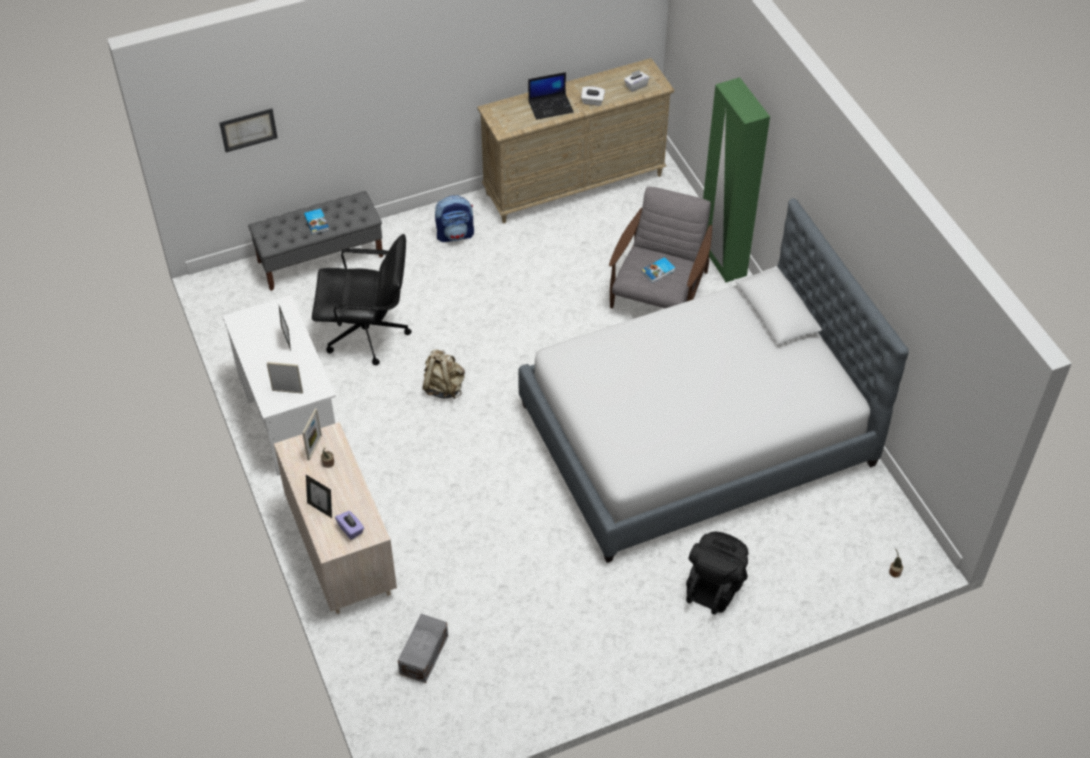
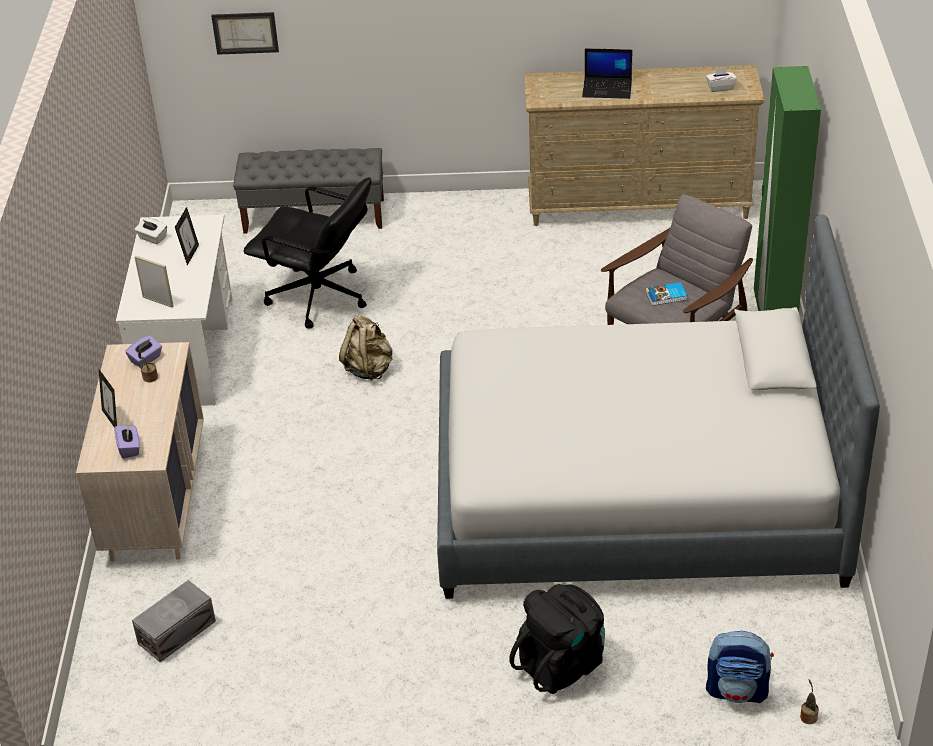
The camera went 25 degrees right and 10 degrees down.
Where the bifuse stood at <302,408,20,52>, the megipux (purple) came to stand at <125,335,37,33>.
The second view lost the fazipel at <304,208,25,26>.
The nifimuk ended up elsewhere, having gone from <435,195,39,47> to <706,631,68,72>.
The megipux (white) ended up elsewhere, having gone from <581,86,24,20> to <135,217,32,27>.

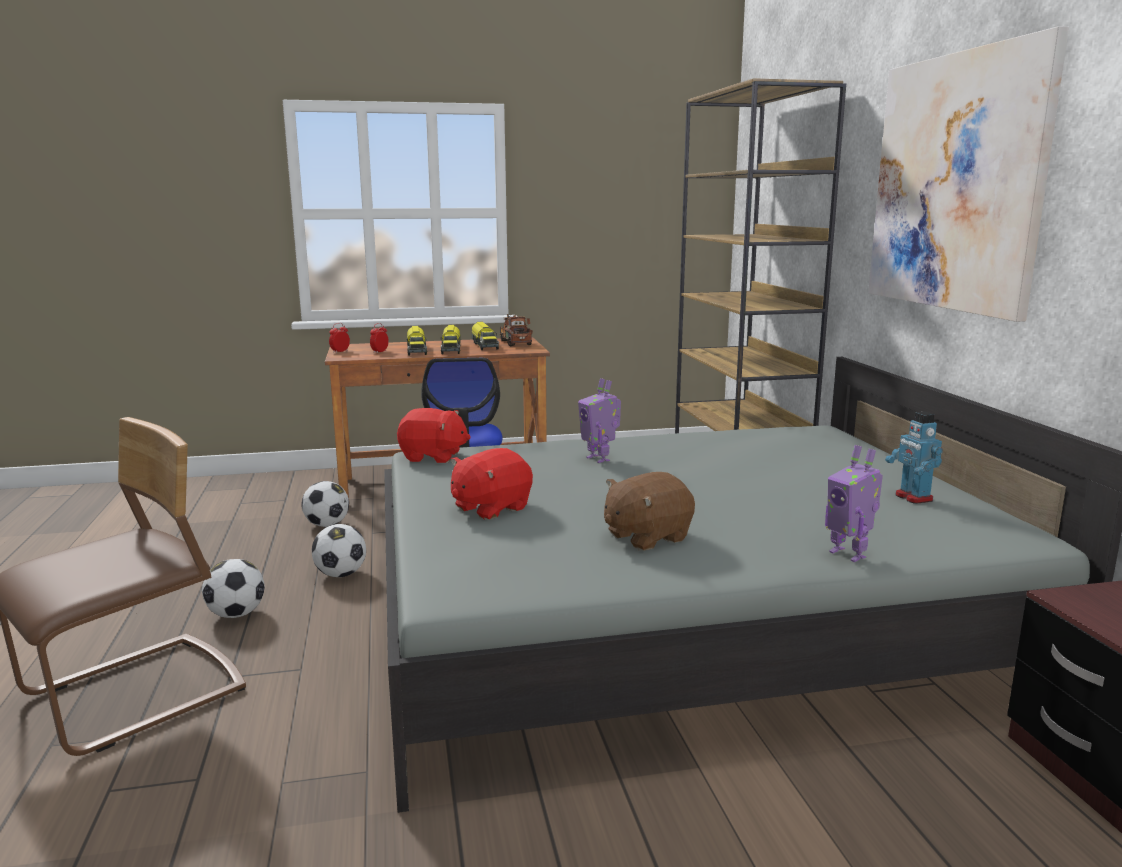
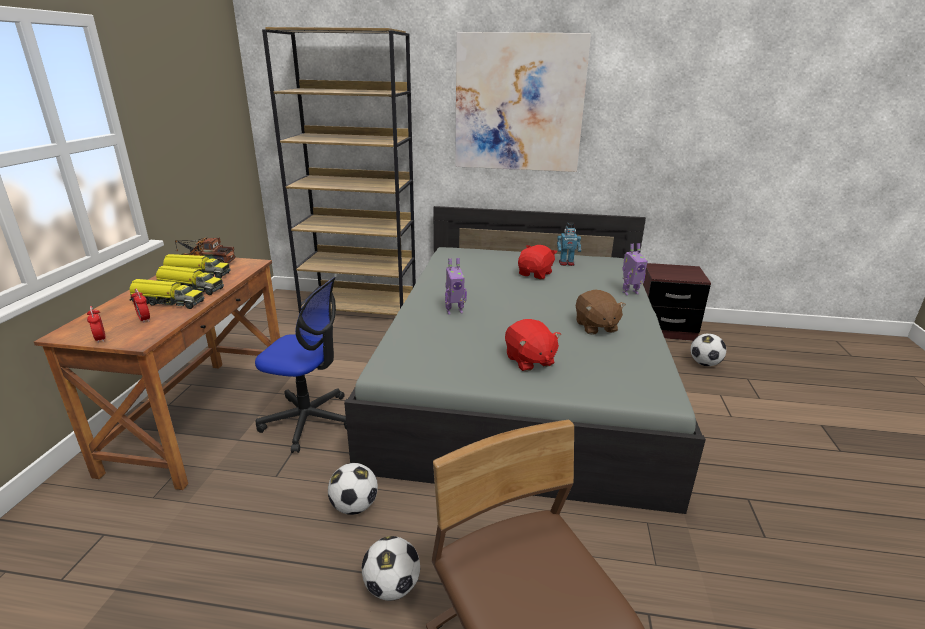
The camera went 70 degrees left and 10 degrees up.
The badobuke ended up elsewhere, having gone from <302,481,47,46> to <691,333,35,33>.
The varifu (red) ended up elsewhere, having gone from <397,408,74,55> to <518,245,39,34>.

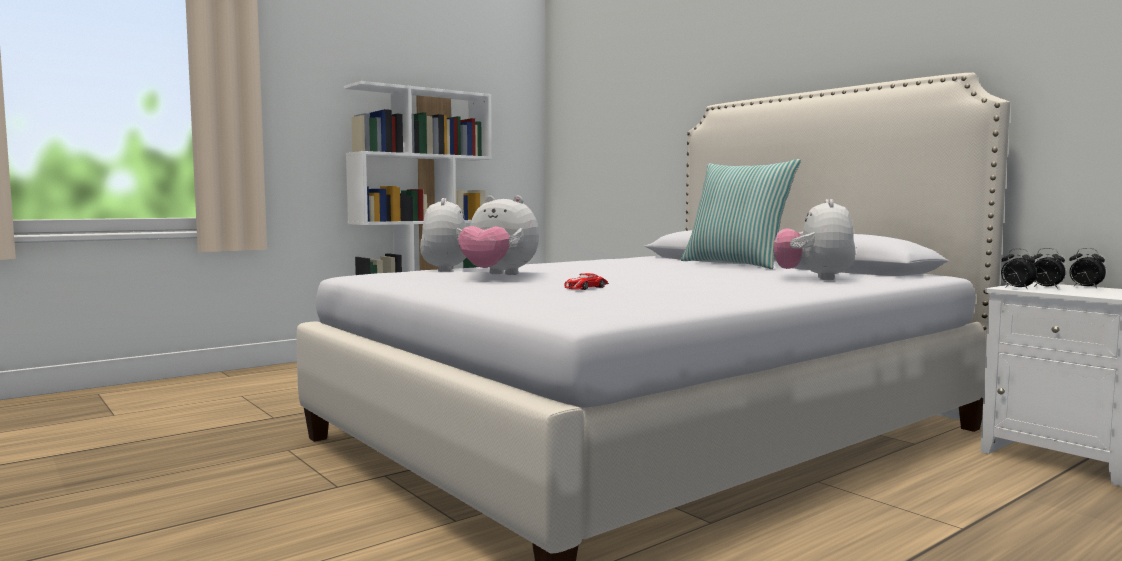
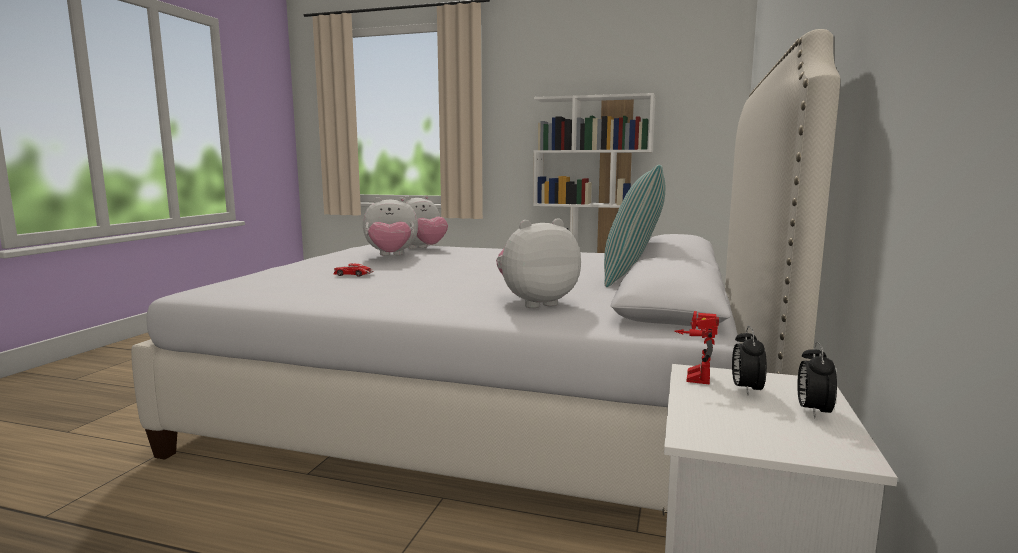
The camera went 55 degrees right and 5 degrees up.
The varifu at <458,196,81,79> ended up facing another way, 90 degrees counterclockwise from before.
Where the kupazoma stood at <1001,249,36,41>, the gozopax came to stand at <675,311,44,74>.

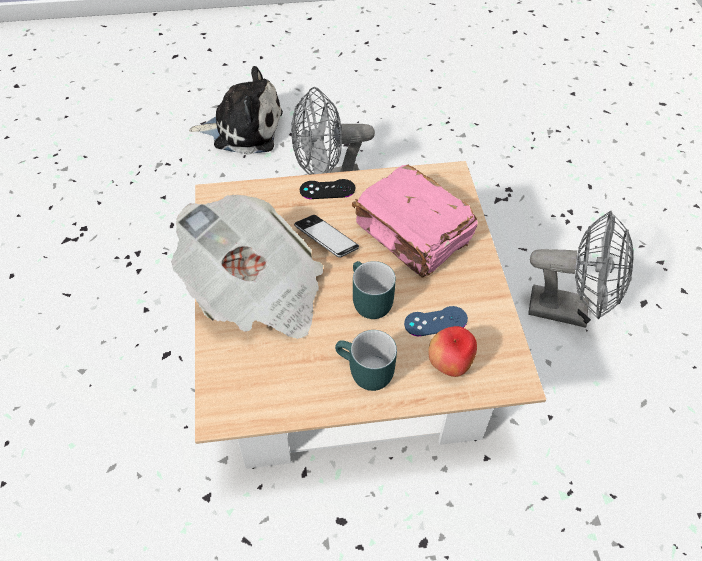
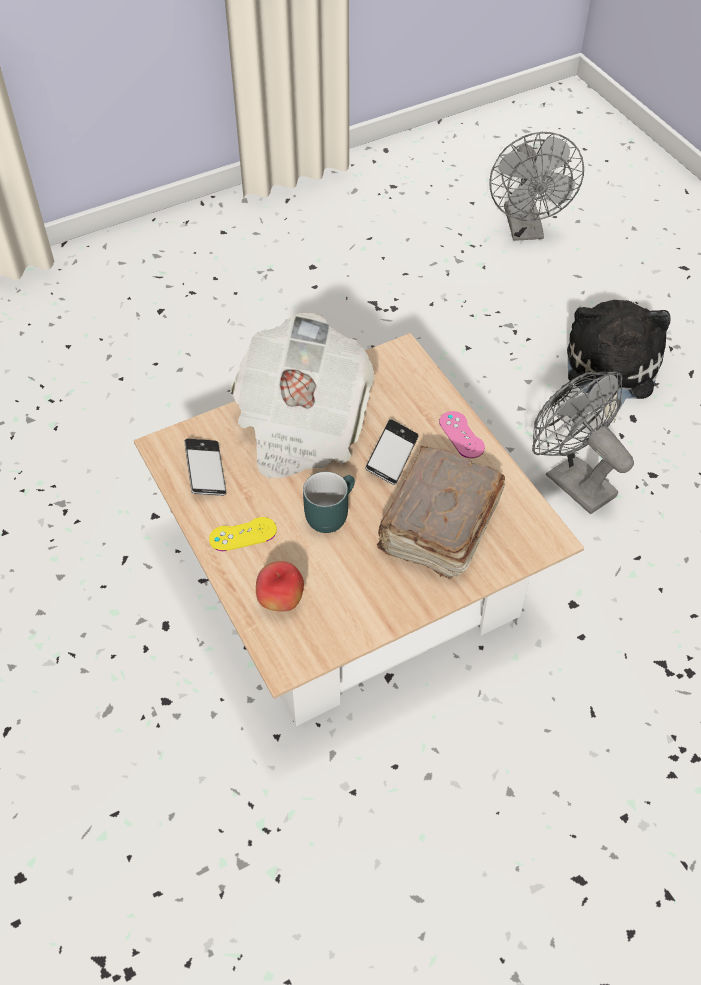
The camera went 70 degrees right and 0 degrees up.
The varifu at <189,66,94,89> ended up facing another way, 150 degrees counterclockwise from before.
What was the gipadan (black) at <300,179,55,20> turned into the gipadan (pink) at <439,411,46,47>.
Where the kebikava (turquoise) stood at <335,330,62,61>, the gipadan (yellow) came to stand at <209,517,68,34>.
What was the fazipel (pink) at <352,165,126,113> turned into the fazipel (brown) at <377,445,128,134>.
The second view lost the gipadan (blue) at <404,306,64,30>.
The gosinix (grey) ended up elsewhere, having gone from <528,211,106,117> to <489,132,95,109>.
The second view gained the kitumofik at <184,438,43,58>.

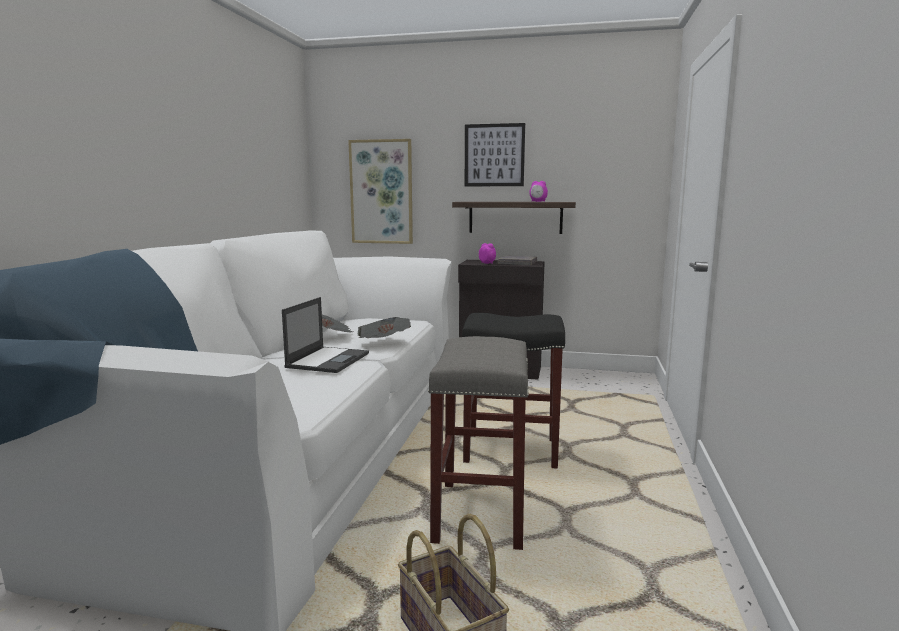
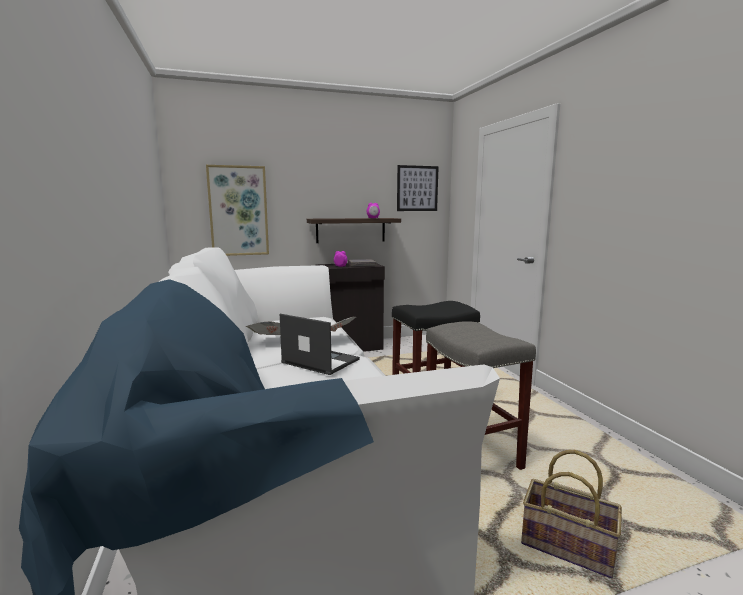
The camera went 30 degrees left and 0 degrees up.
The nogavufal at <282,297,87,76> ended up facing another way, 45 degrees counterclockwise from before.
The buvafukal ended up elsewhere, having gone from <465,123,60,63> to <397,165,42,46>.

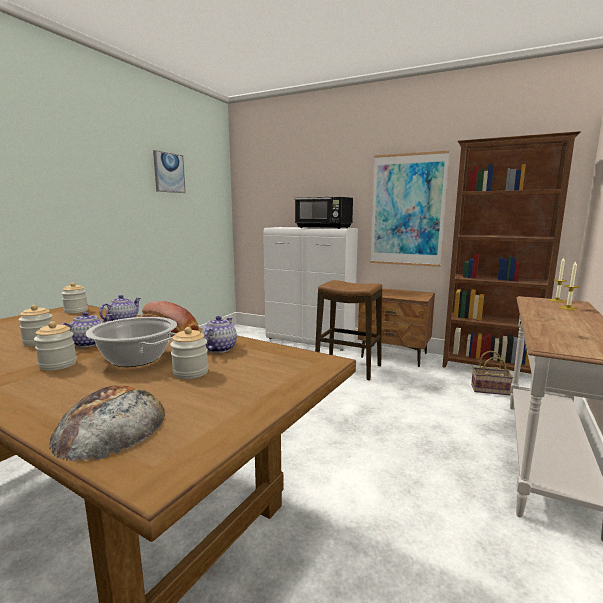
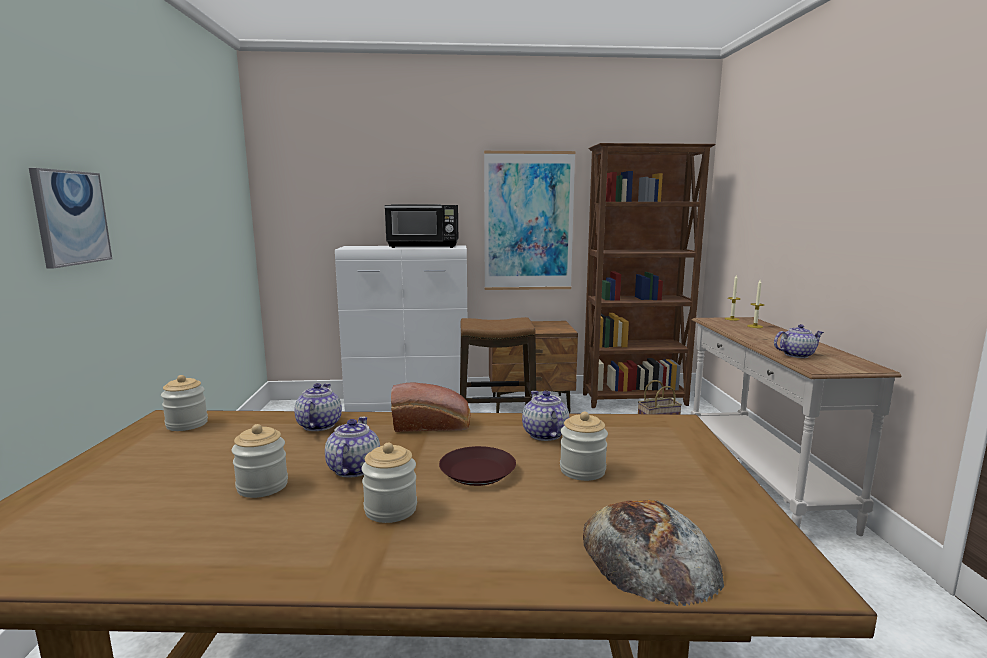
The camera went 30 degrees left and 0 degrees up.
Where the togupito stood at <86,317,91,50>, the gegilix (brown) came to stand at <439,446,77,40>.
The buvafukal ended up elsewhere, having gone from <153,150,33,43> to <29,168,83,101>.
The second view gained the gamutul at <774,324,50,34>.

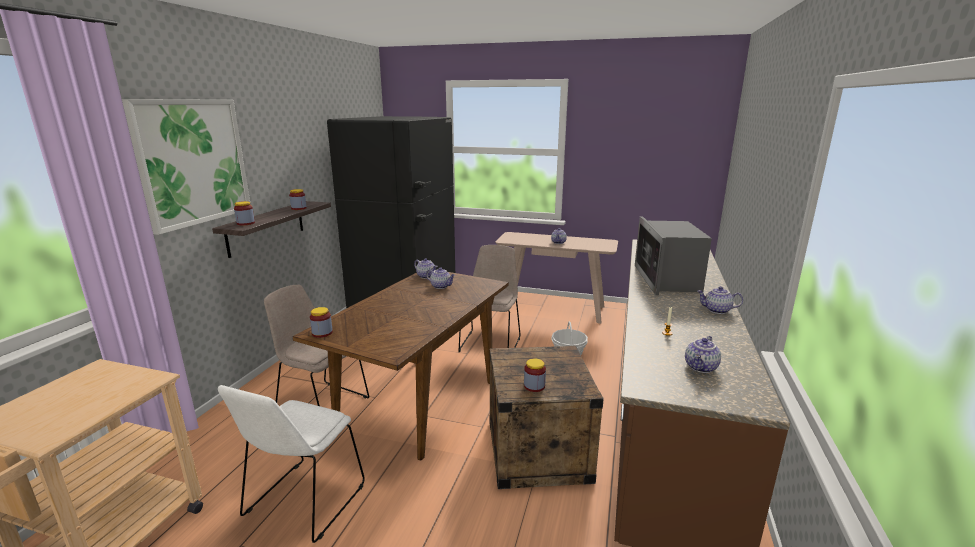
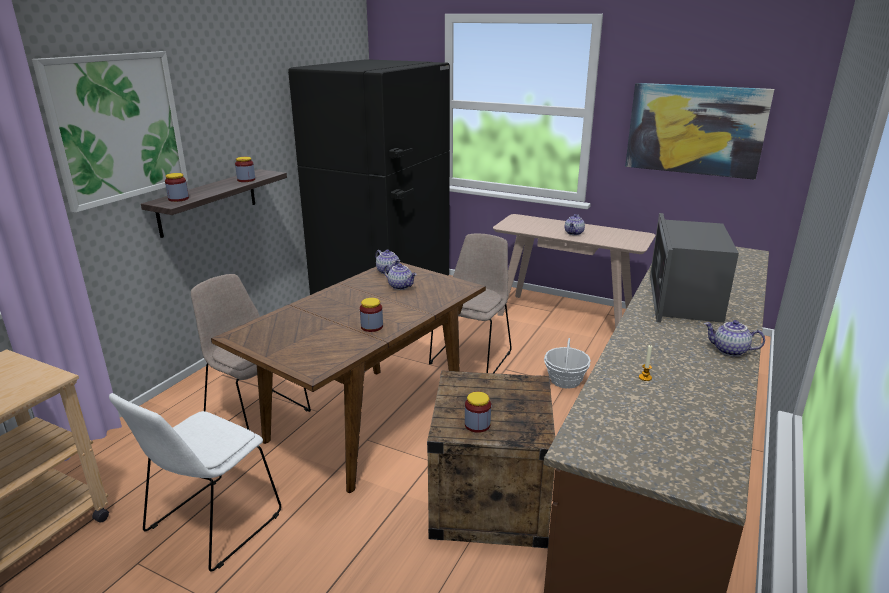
The camera went 10 degrees right and 5 degrees up.
The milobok ended up elsewhere, having gone from <310,307,23,31> to <360,298,23,34>.
The second view lost the gamutul at <685,336,36,37>.
The second view gained the buvafukal at <625,83,149,97>.

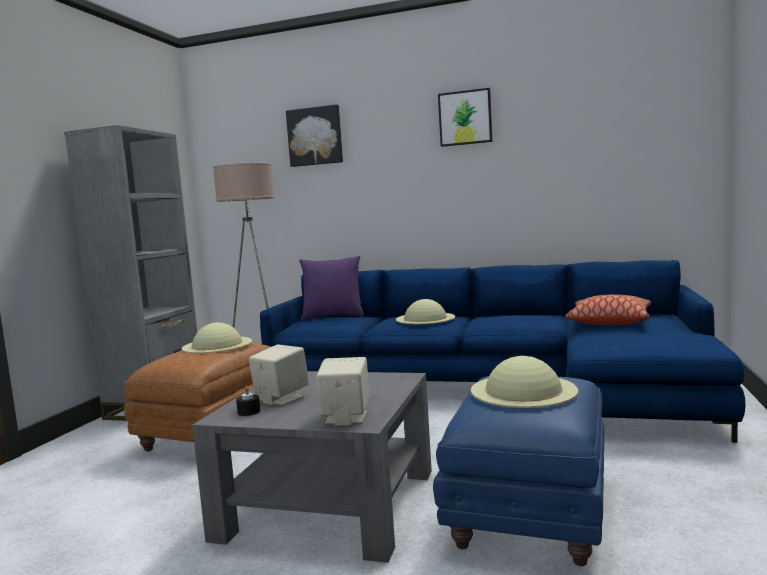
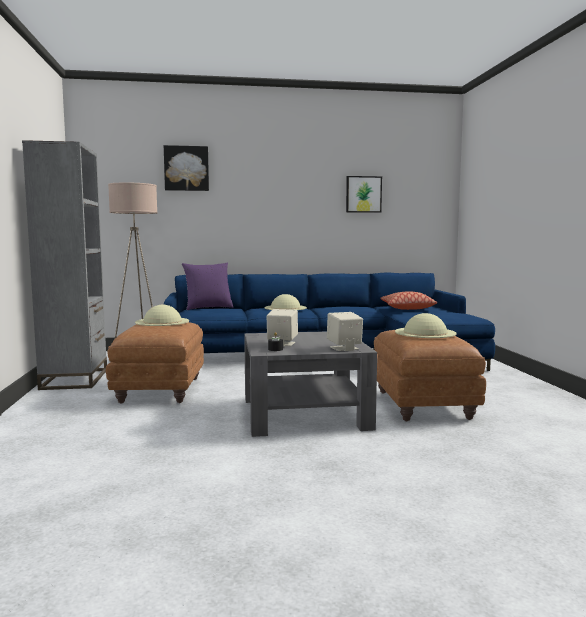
The camera went 25 degrees left and 0 degrees up.
What was the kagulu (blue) at <433,376,171,190> turned into the kagulu (brown) at <374,330,112,91>.
The buvafukal ended up elsewhere, having gone from <438,88,54,59> to <346,176,36,37>.

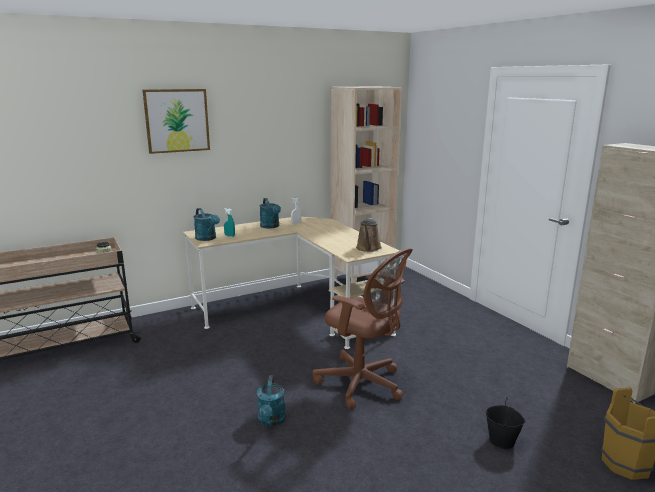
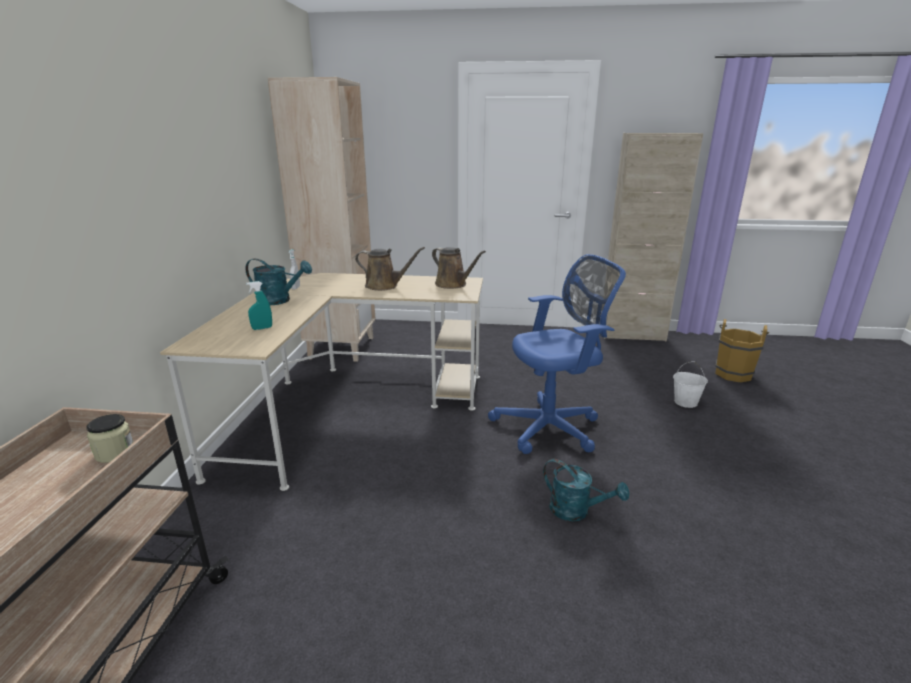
The camera went 55 degrees left and 5 degrees up.
The second view lost the buvafukal at <142,89,68,65>.
The second view lost the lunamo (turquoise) at <194,208,26,33>.
What was the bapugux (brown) at <312,248,101,161> turned into the bapugux (blue) at <488,254,138,200>.
What was the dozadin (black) at <486,397,39,52> turned into the dozadin (white) at <673,361,35,47>.
The second view gained the lunamo (brown) at <355,247,70,44>.

